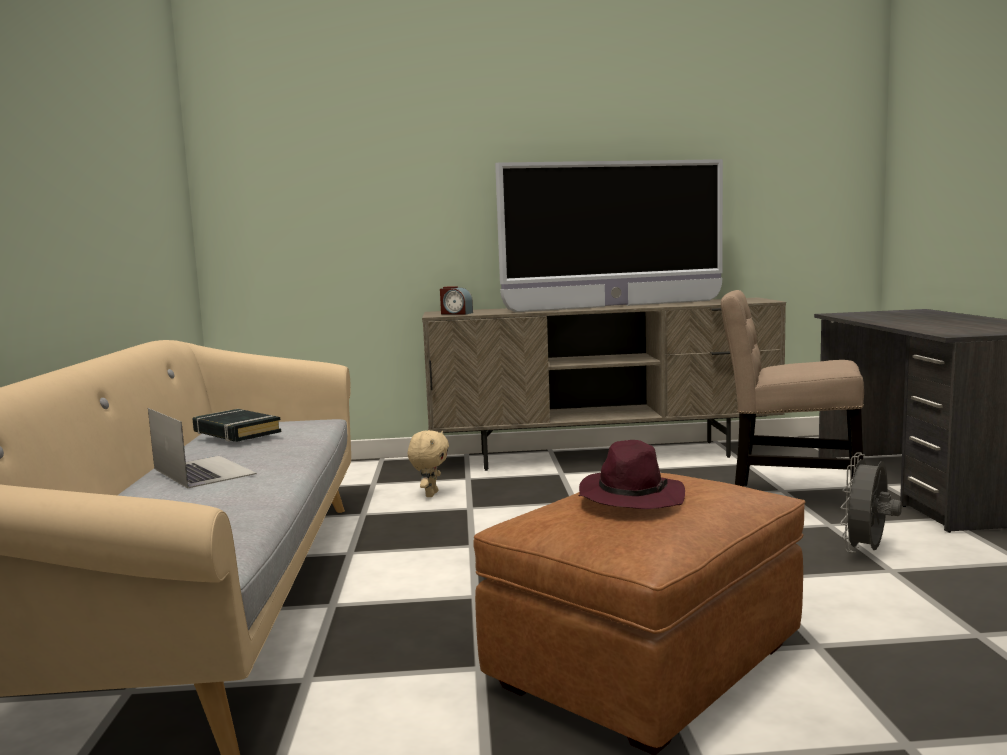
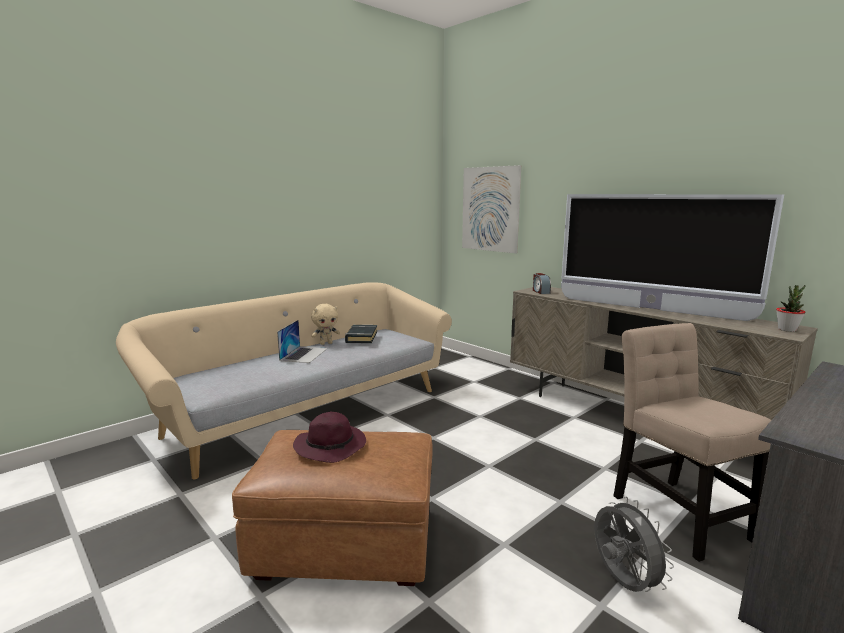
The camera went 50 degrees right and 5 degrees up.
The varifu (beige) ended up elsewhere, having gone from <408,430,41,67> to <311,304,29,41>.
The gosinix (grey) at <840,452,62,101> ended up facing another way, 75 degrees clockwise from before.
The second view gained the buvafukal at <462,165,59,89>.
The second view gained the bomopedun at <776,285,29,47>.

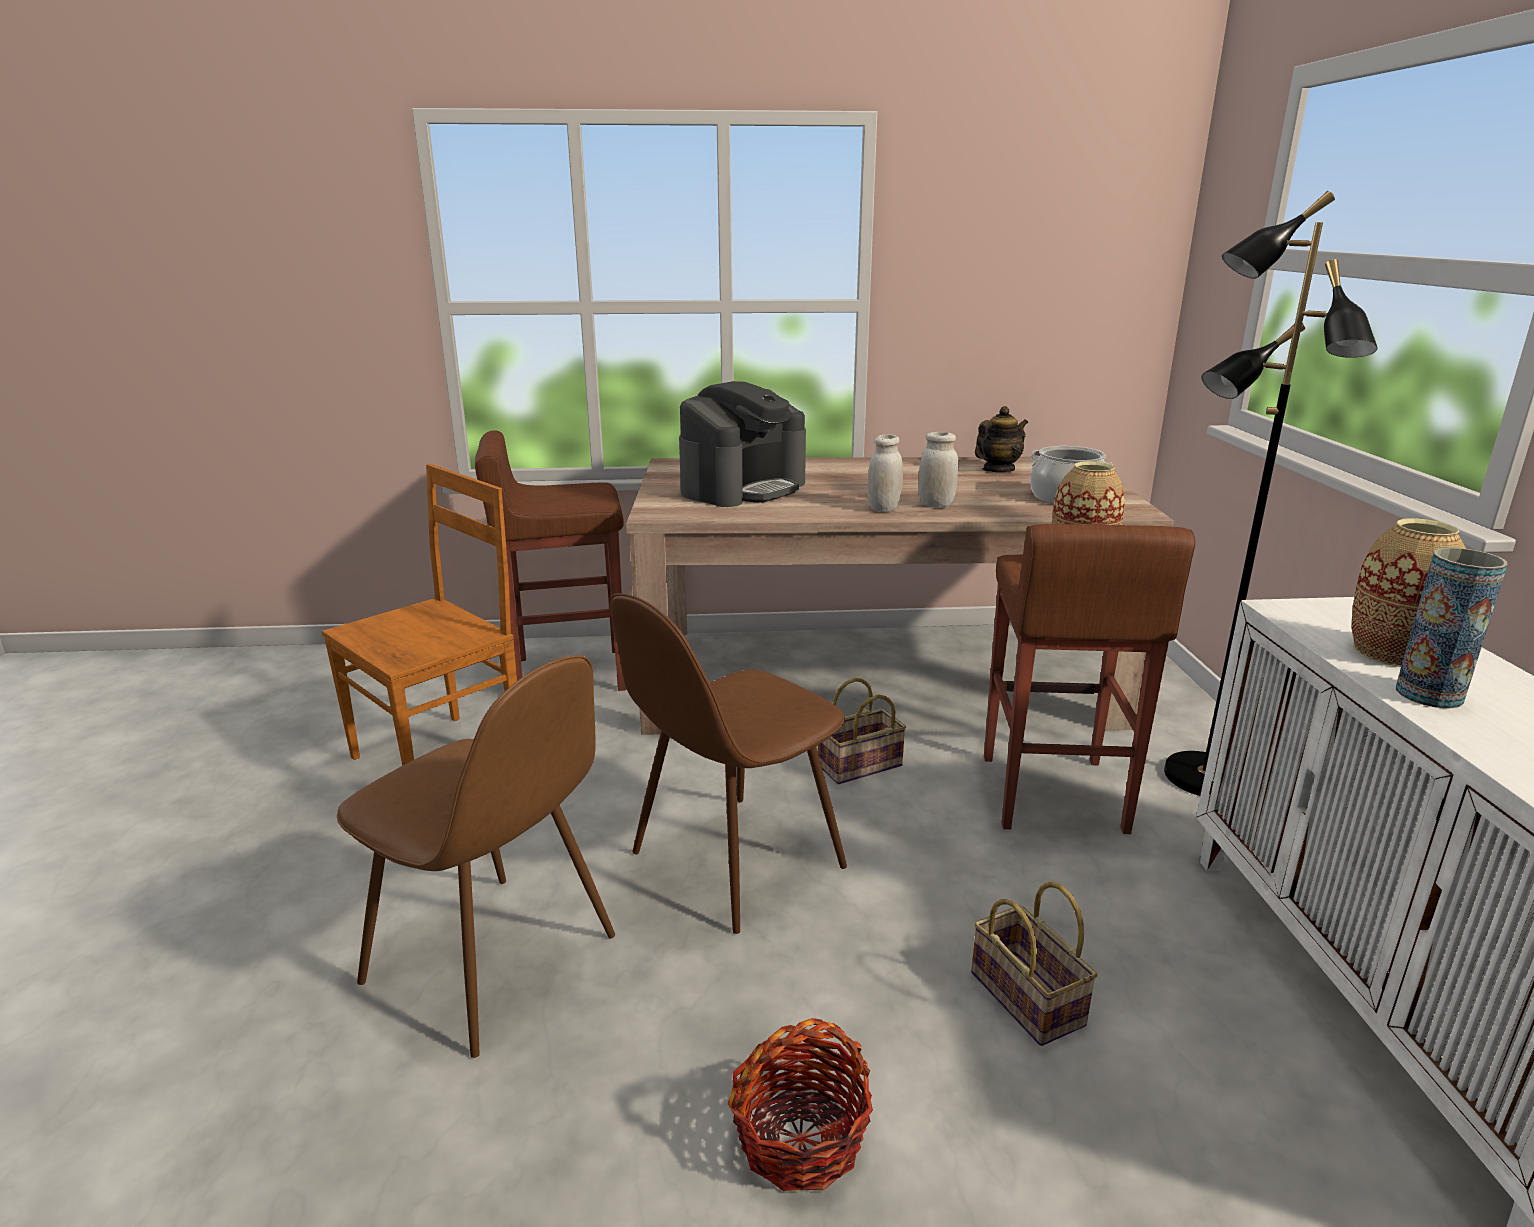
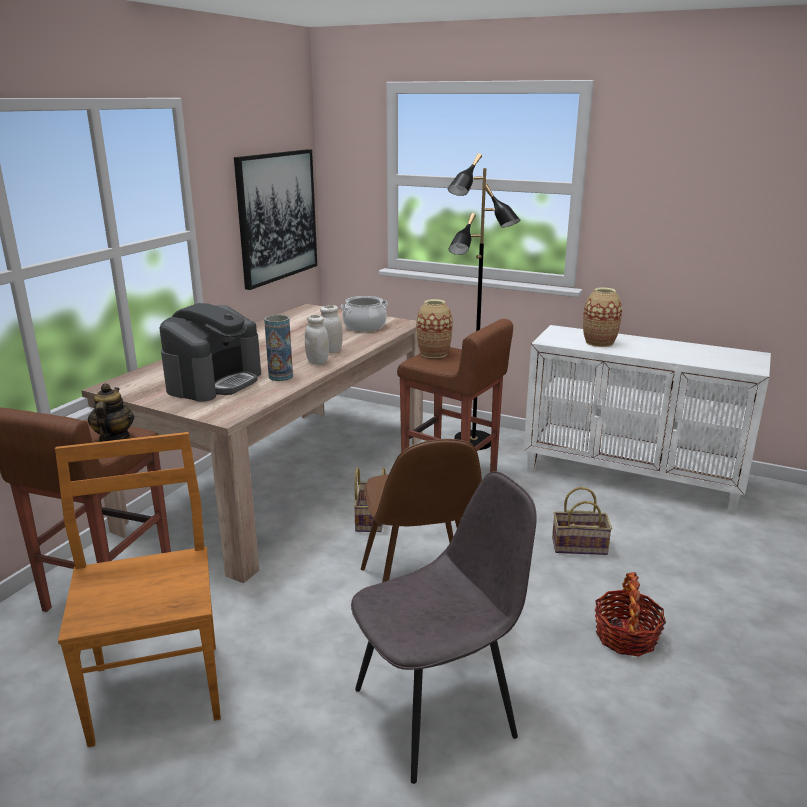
The camera went 60 degrees left and 0 degrees up.
What was the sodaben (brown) at <337,655,278,403> turned into the sodaben (grey) at <351,471,186,313>.
The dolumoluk at <679,381,127,126> ended up facing another way, 45 degrees clockwise from before.
The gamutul ended up elsewhere, having gone from <975,406,53,66> to <88,383,46,59>.
The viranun ended up elsewhere, having gone from <1396,547,112,162> to <264,315,29,66>.
The second view gained the buvafukal at <234,149,83,141>.

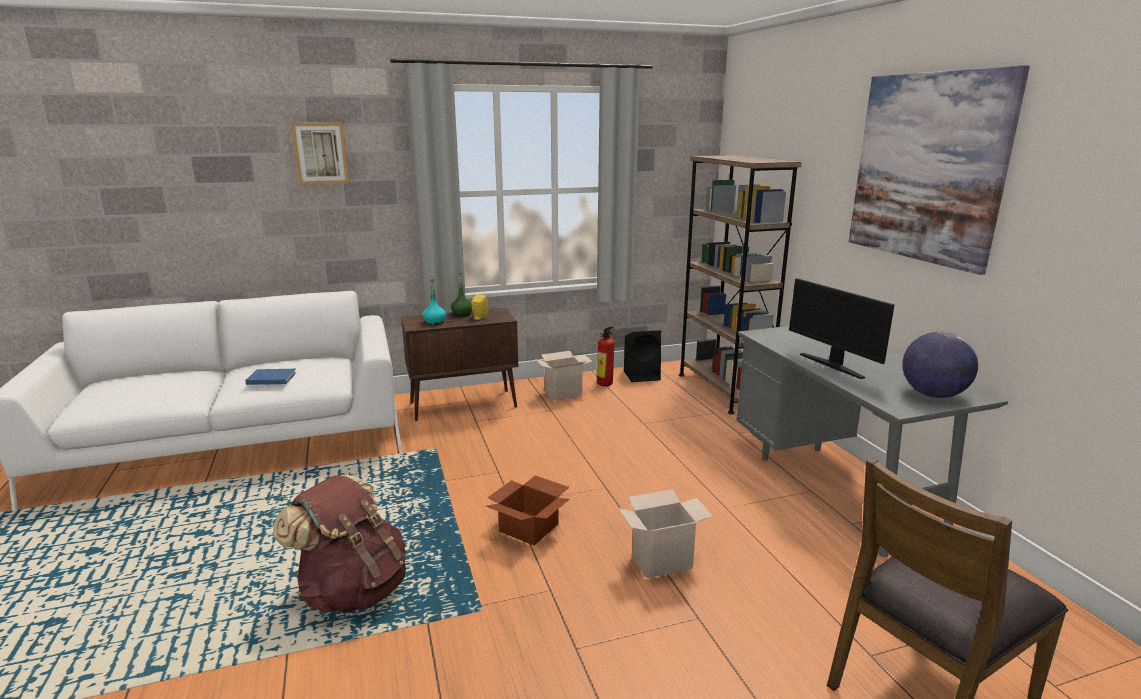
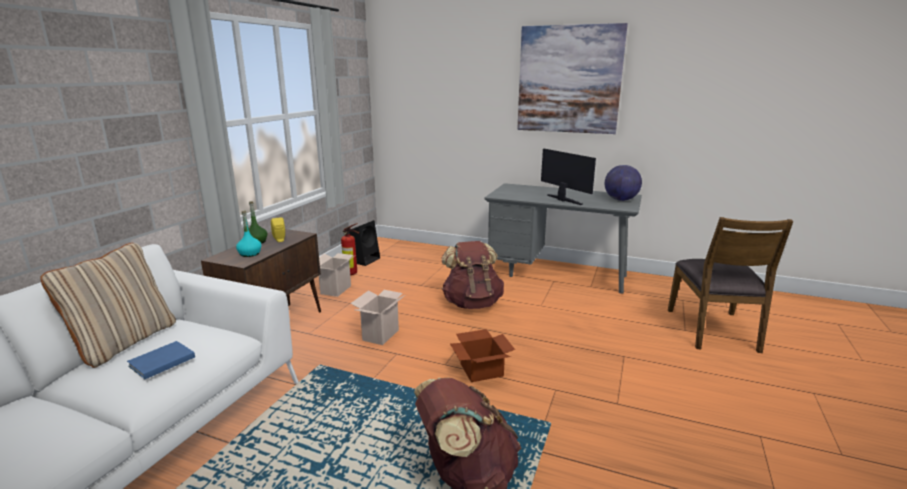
The camera went 50 degrees left and 0 degrees up.
The second view lost the buvafukal at <291,123,58,62>.
The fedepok ended up elsewhere, having gone from <618,489,95,89> to <351,290,54,55>.
The second view lost the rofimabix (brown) at <679,155,123,259>.
The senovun at <789,278,105,101> ended up facing another way, 135 degrees counterclockwise from before.
The second view gained the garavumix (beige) at <40,243,136,125>.
The second view gained the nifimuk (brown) at <442,241,62,68>.

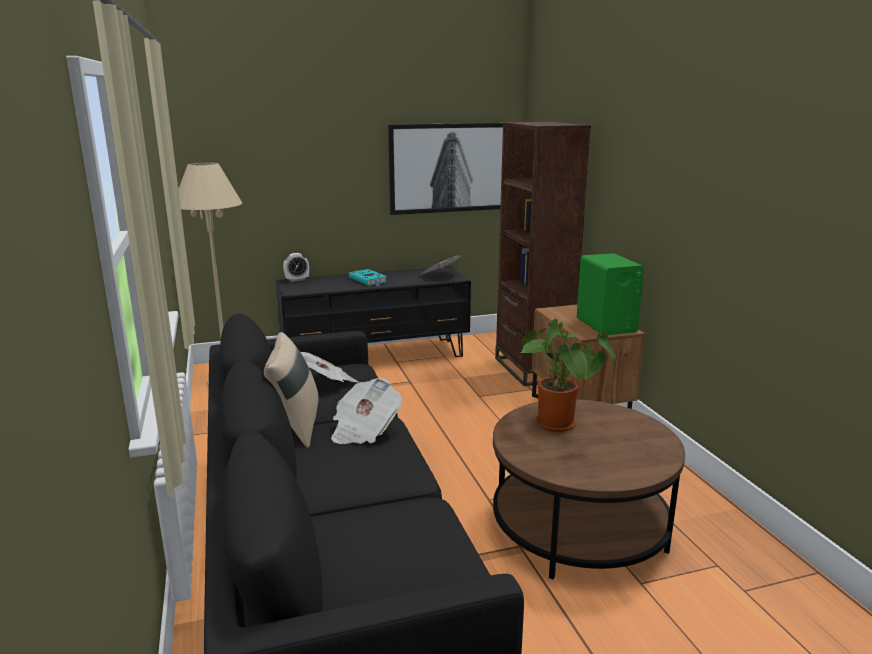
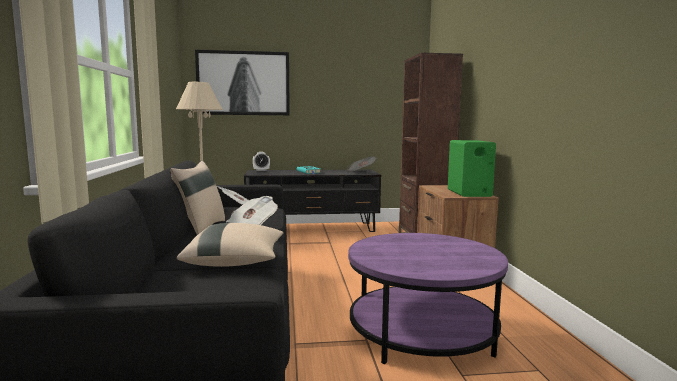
The camera went 10 degrees right and 10 degrees down.
The buvafukal ended up elsewhere, having gone from <388,123,115,92> to <195,50,95,65>.
What was the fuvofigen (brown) at <493,399,192,180> turned into the fuvofigen (purple) at <348,233,160,131>.
The second view lost the bomopedun at <521,319,95,113>.
The second view gained the garavumix (beige) at <177,223,106,44>.

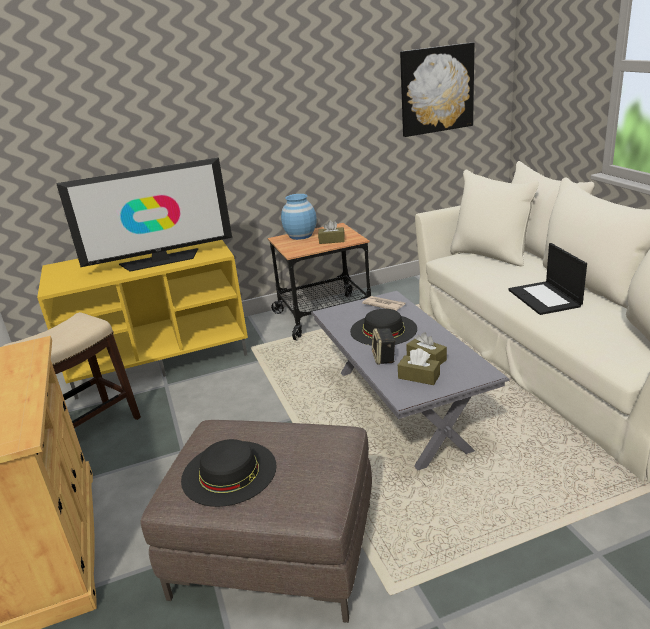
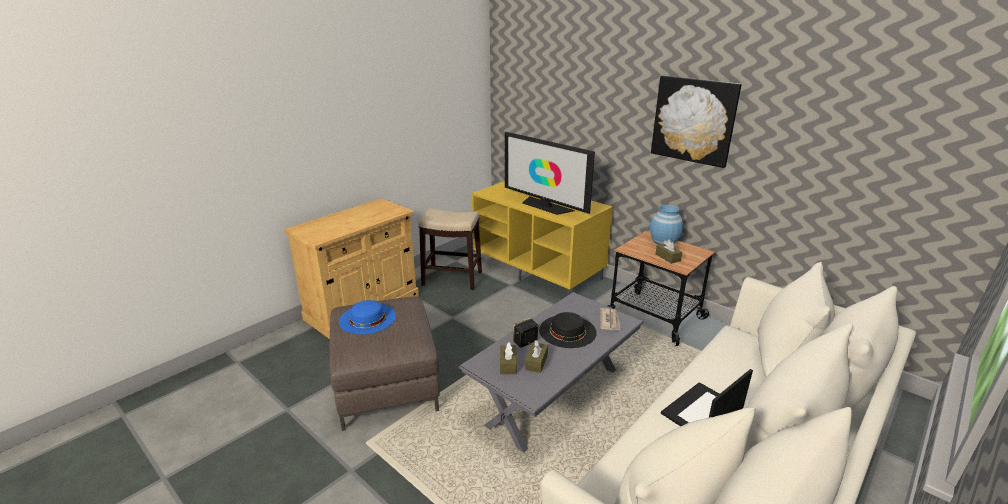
The camera went 60 degrees right and 0 degrees up.
What was the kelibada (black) at <181,439,96,68> turned into the kelibada (blue) at <339,300,57,35>.
The buvafukal ended up elsewhere, having gone from <400,43,75,94> to <651,76,91,92>.

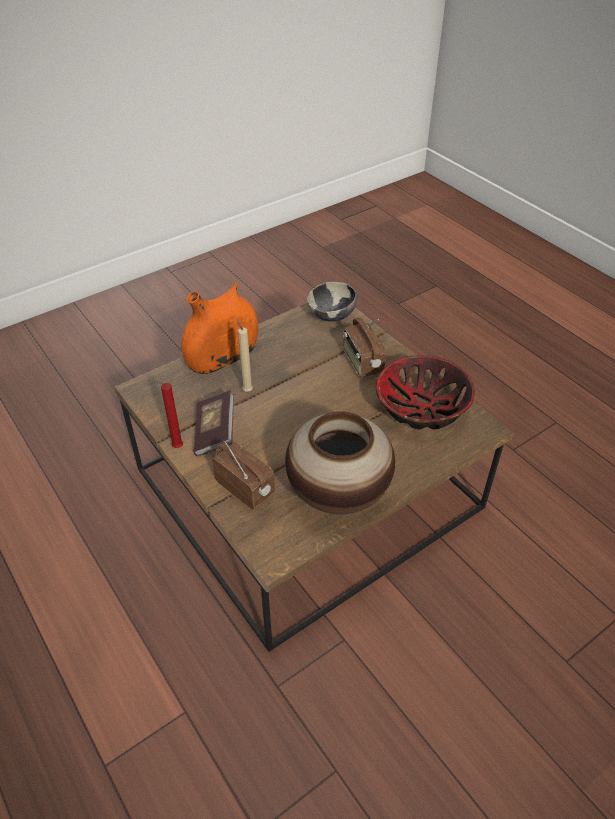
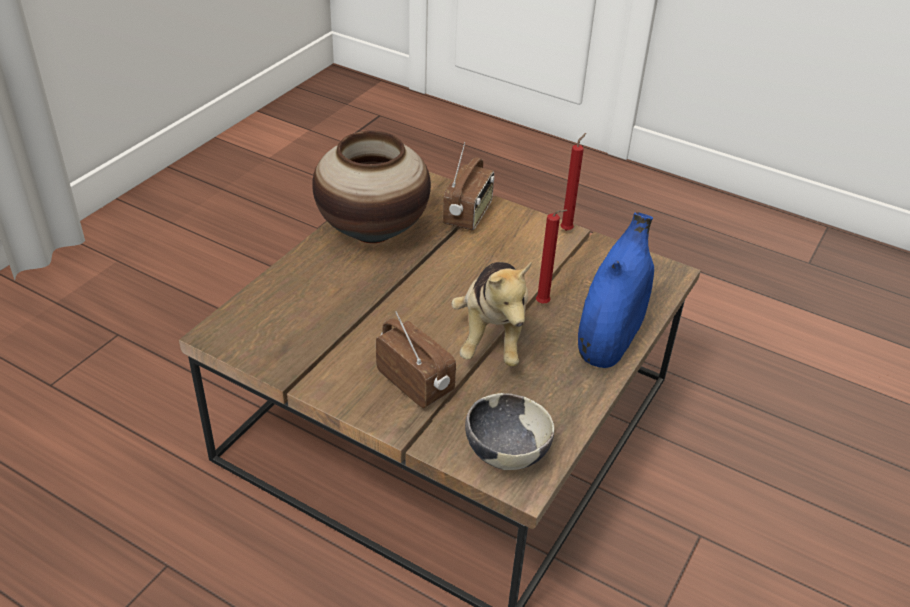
The camera went 155 degrees right and 5 degrees down.
What was the viranun (orange) at <181,282,77,92> turned into the viranun (blue) at <578,212,76,156>.
The second view lost the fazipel at <193,390,41,66>.
The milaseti at <212,441,63,68> ended up facing another way, 90 degrees counterclockwise from before.
What was the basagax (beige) at <236,318,17,74> turned into the basagax (red) at <536,209,32,95>.
The second view lost the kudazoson at <376,355,99,74>.
The second view gained the varifu at <451,262,81,104>.

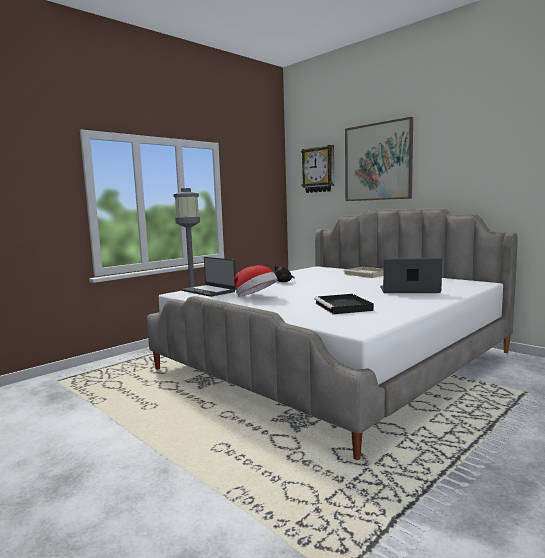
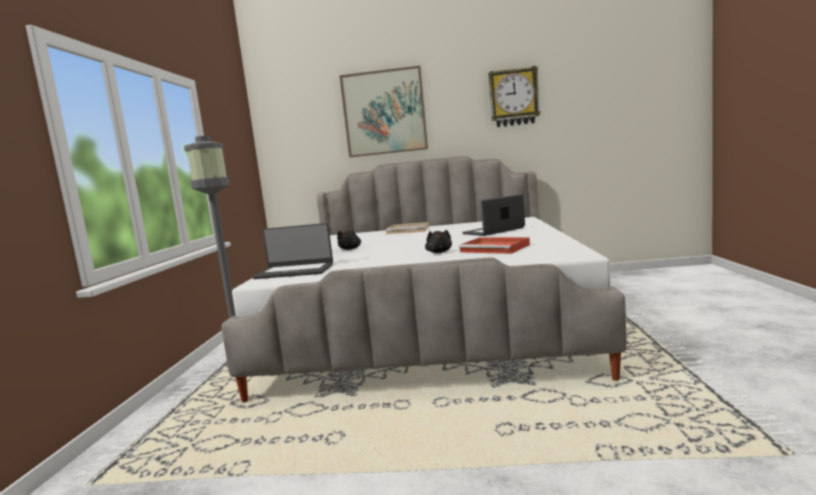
The camera went 40 degrees left and 0 degrees up.
The second view lost the kelibada at <234,266,44,30>.
The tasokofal ended up elsewhere, having gone from <301,145,33,48> to <488,66,52,61>.
What was the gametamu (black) at <314,294,60,20> turned into the gametamu (red) at <459,237,71,17>.
The second view gained the varifu (black) at <425,230,27,23>.

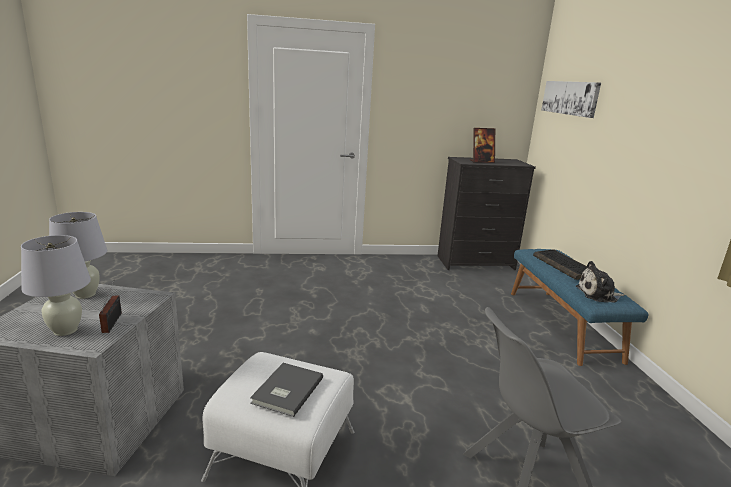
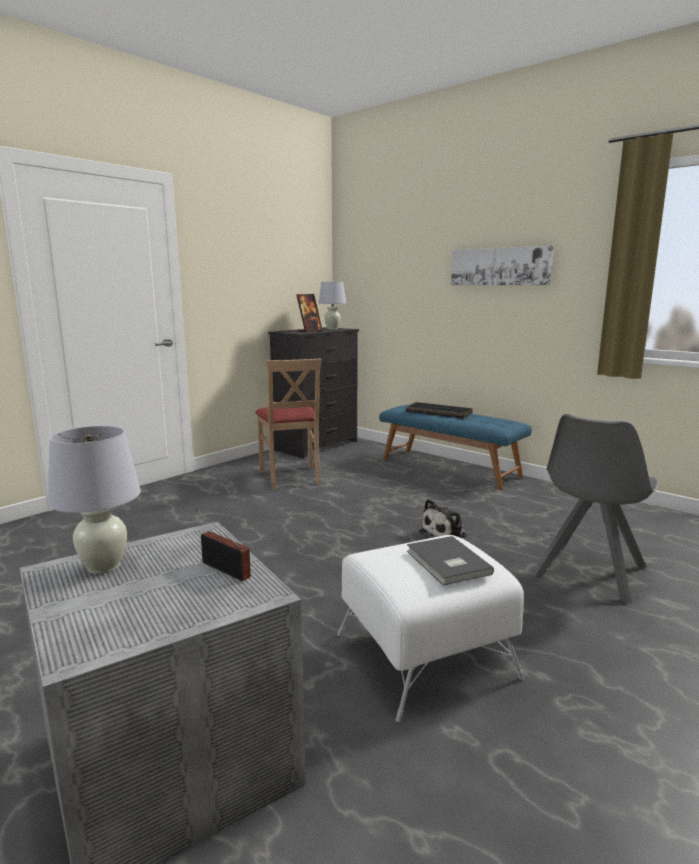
The camera went 40 degrees left and 5 degrees down.
The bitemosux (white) ended up elsewhere, having gone from <21,235,70,101> to <319,282,27,48>.
The buvafukal ended up elsewhere, having gone from <541,81,60,37> to <451,246,103,39>.
The varifu ended up elsewhere, having gone from <576,261,49,41> to <419,499,48,40>.
The second view gained the sodaben (beige) at <255,359,66,131>.

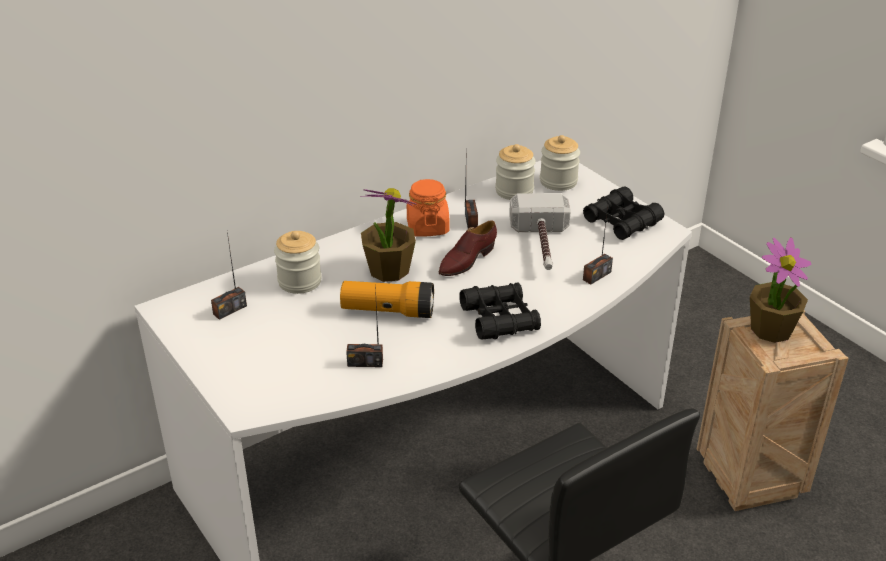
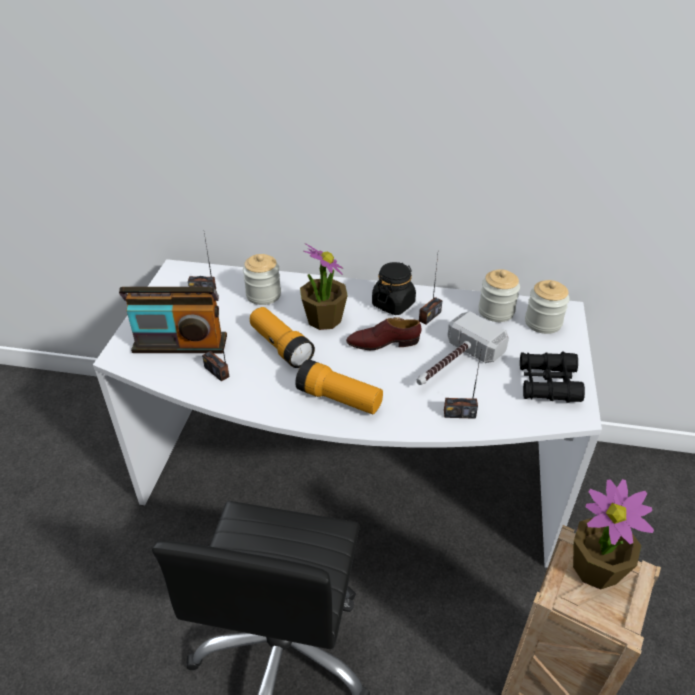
The camera went 45 degrees right and 5 degrees up.
What was the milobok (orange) at <407,179,43,58> turned into the milobok (black) at <372,262,44,53>.
Where the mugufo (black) stood at <459,282,82,58>, the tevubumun came to stand at <295,359,88,55>.
The second view gained the milaseti at <119,287,108,66>.

